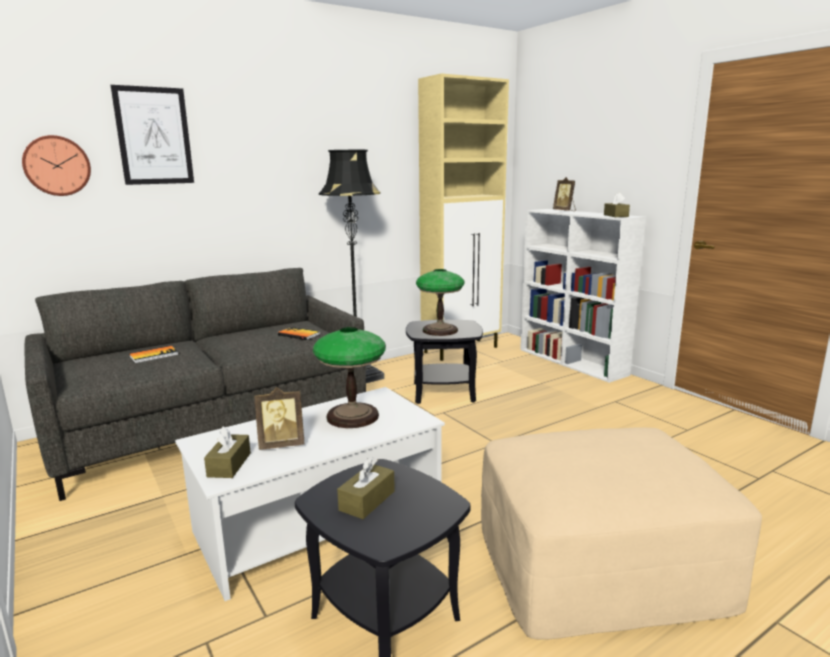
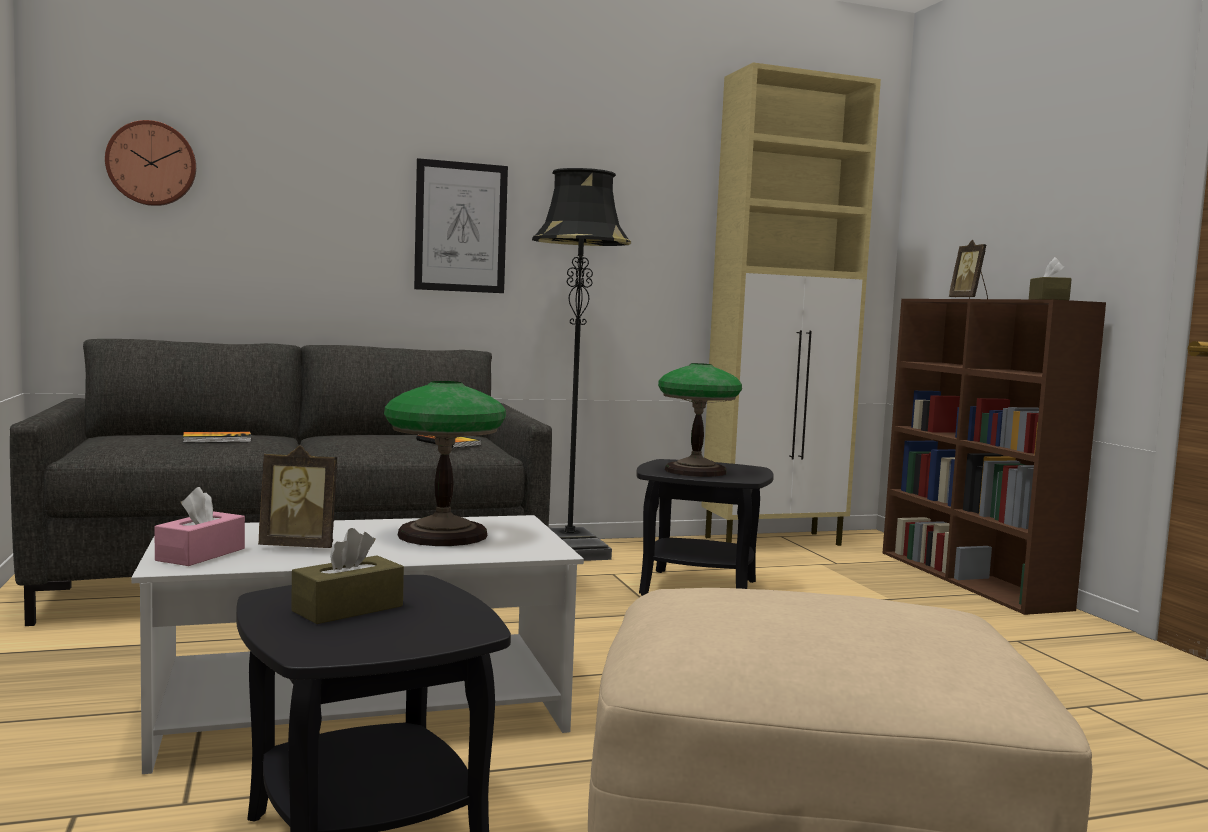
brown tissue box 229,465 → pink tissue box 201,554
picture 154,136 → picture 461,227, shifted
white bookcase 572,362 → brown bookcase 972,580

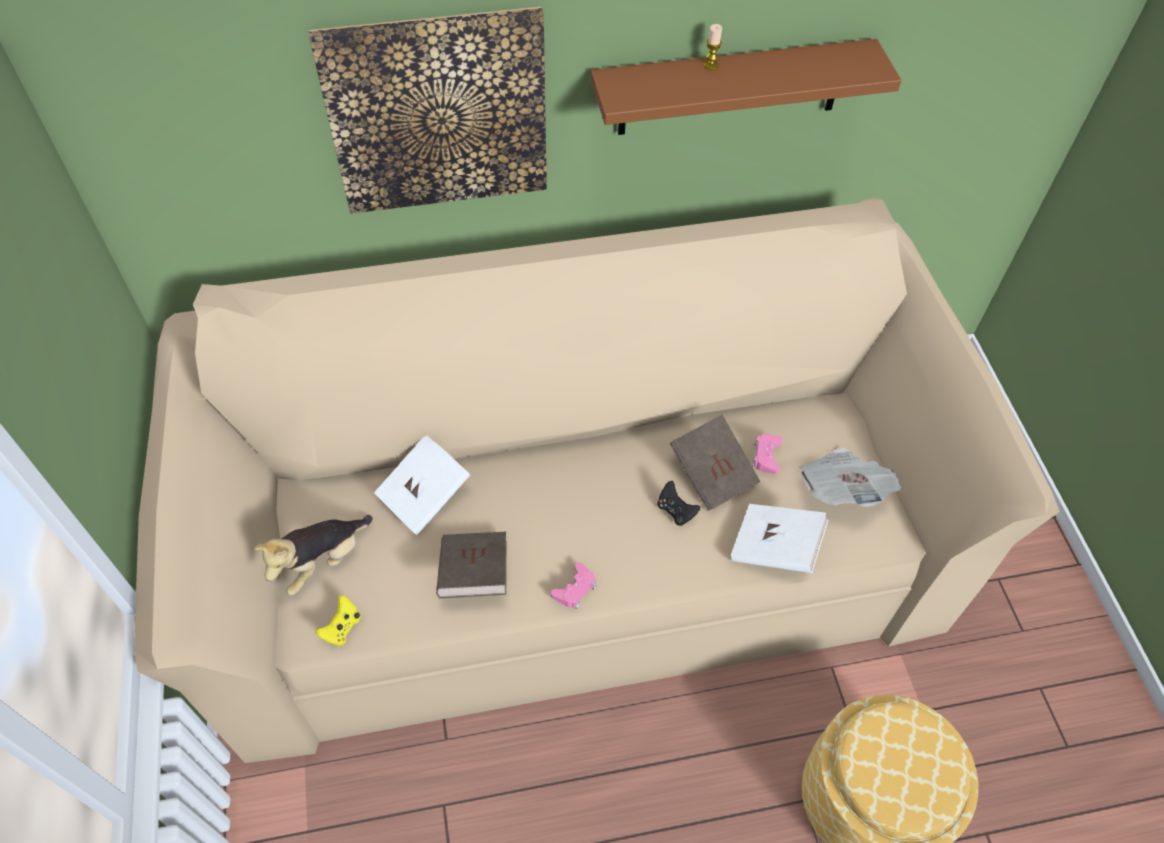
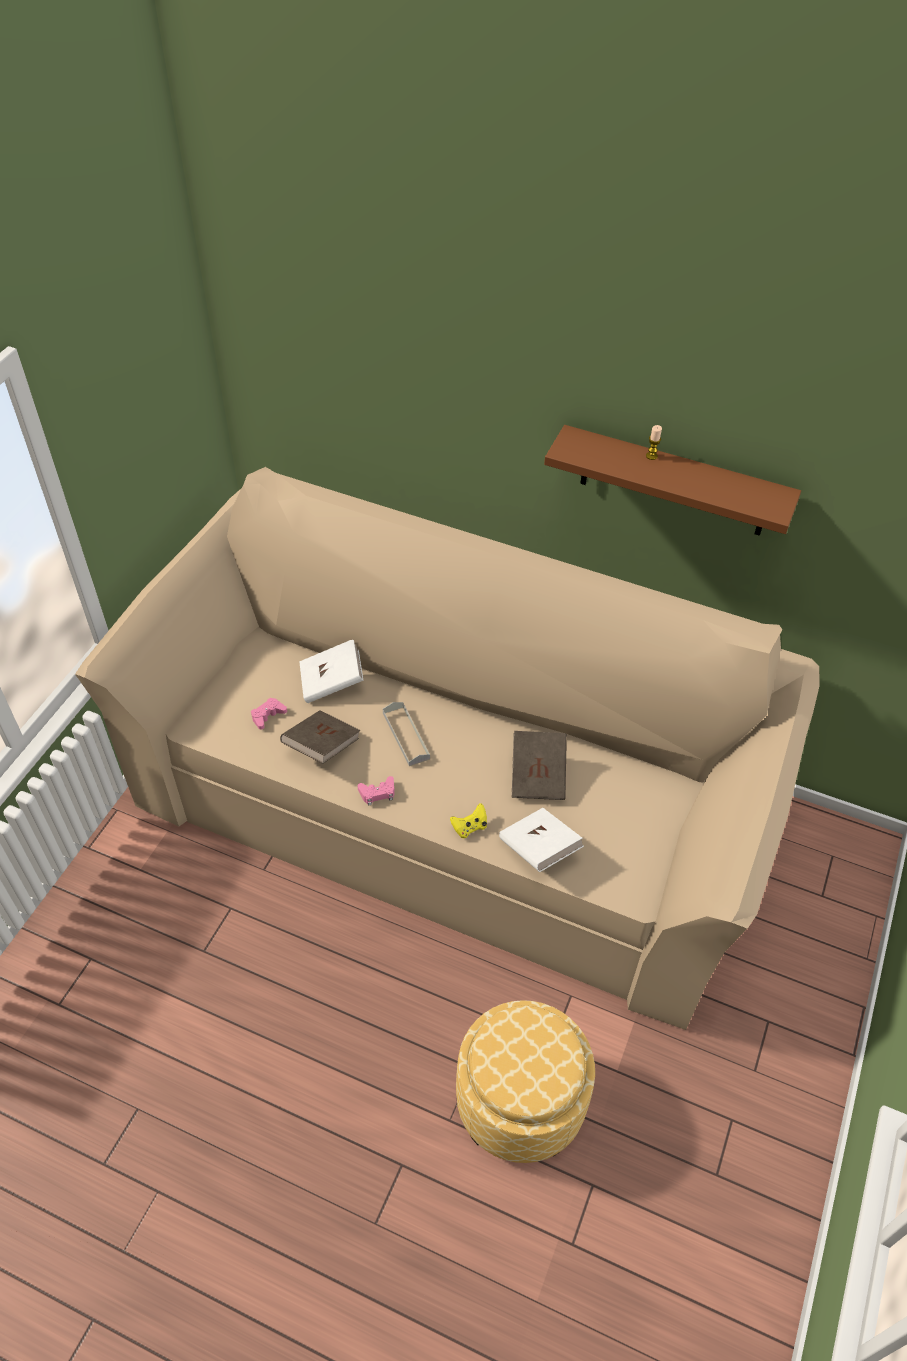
pink game controller 766,456 → pink game controller 268,715, shifted
- → grey tray 406,736
yellow game controller 342,628 → yellow game controller 469,827, shifted
plush toy 322,561 → -
picture 438,113 → -
black game controller 675,511 → -
newspaper 842,490 → -

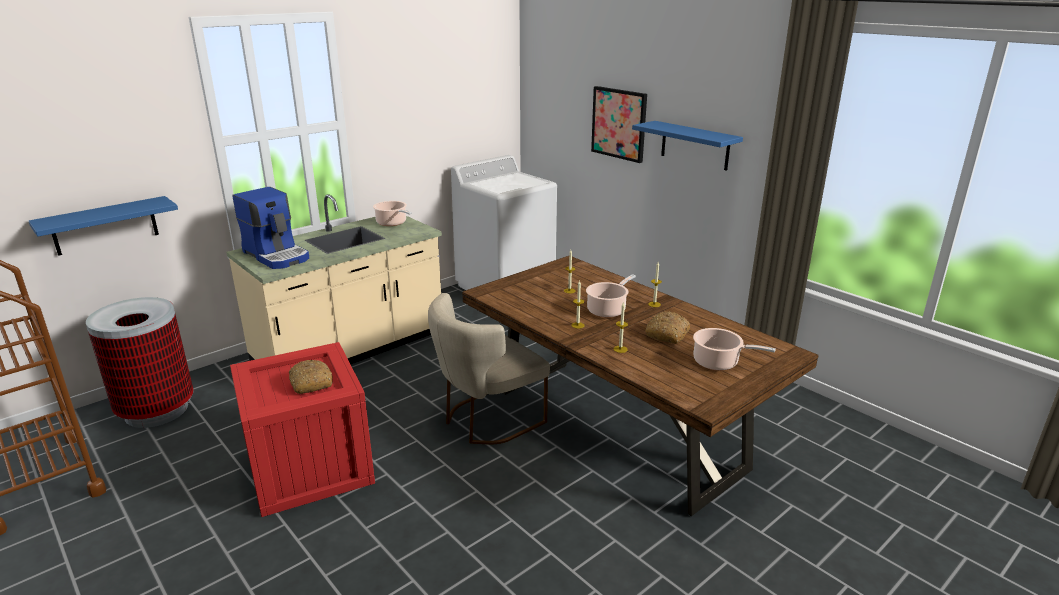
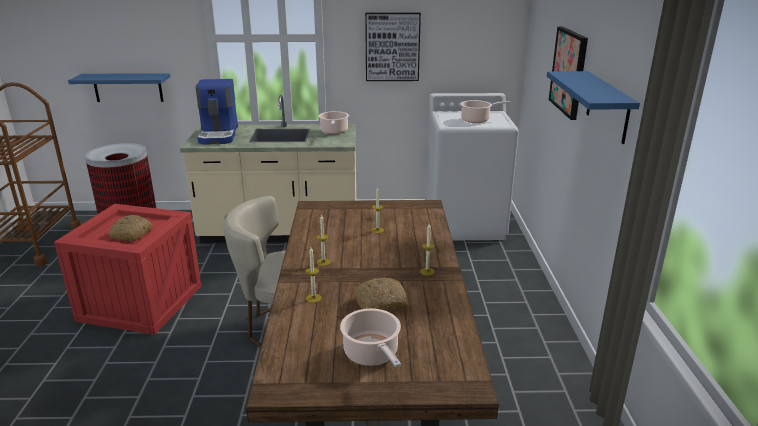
- → picture 392,47
cooking pot 608,310 → cooking pot 477,120, shifted

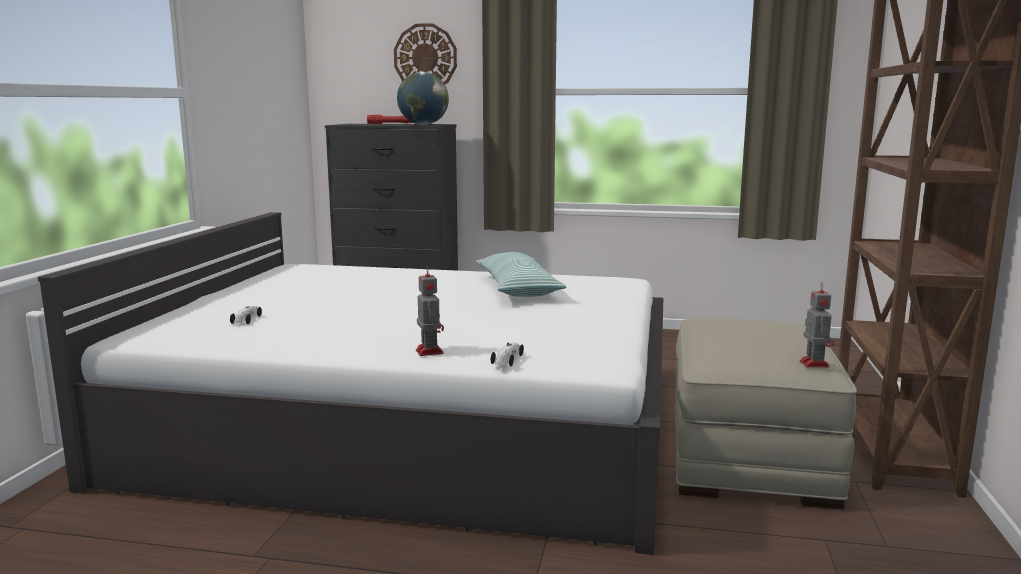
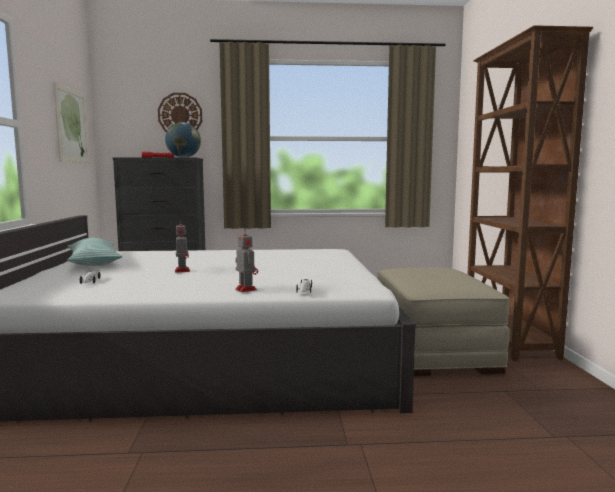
- → picture 72,125
pillow 517,288 → pillow 93,262, shifted
toy robot 813,363 → toy robot 182,270, shifted

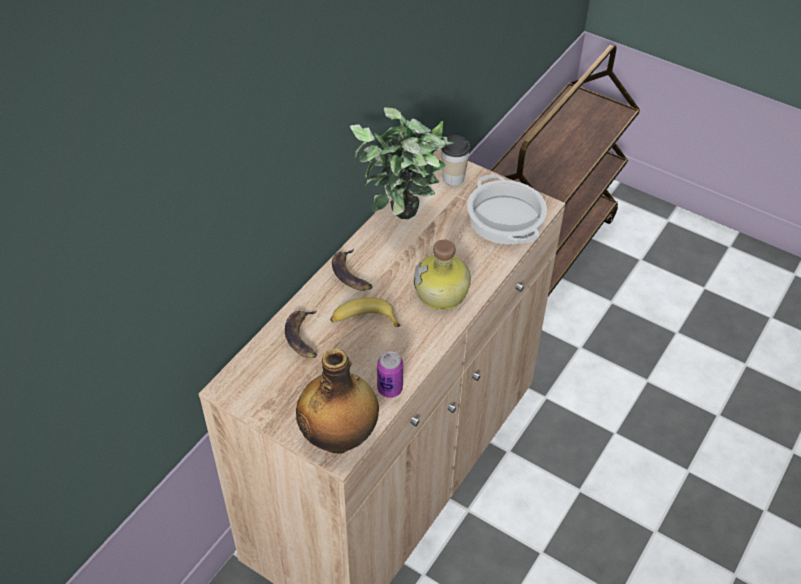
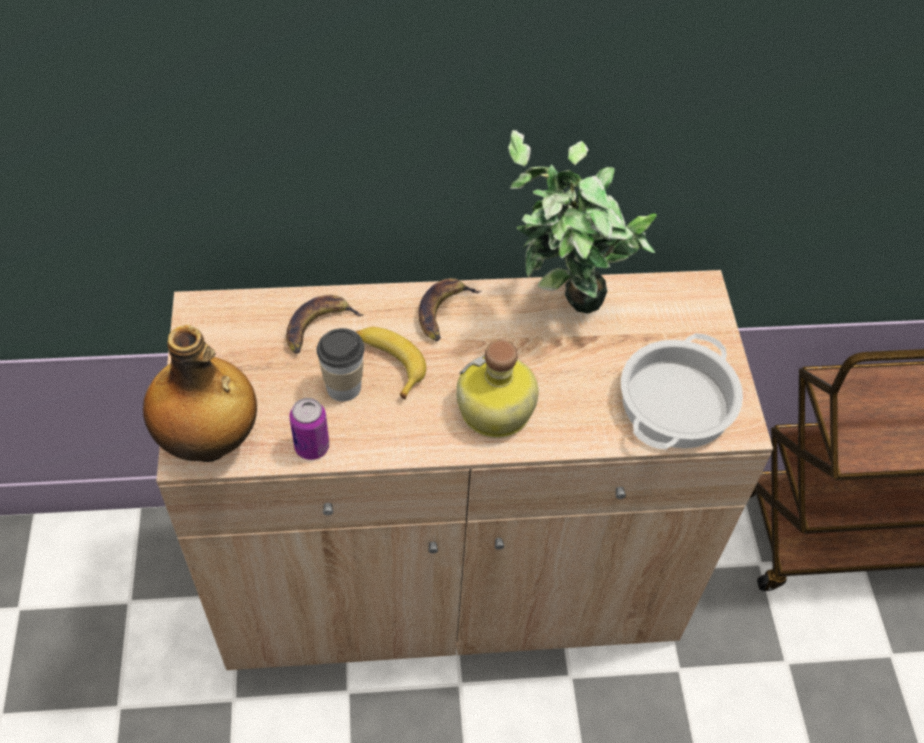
cup 453,177 → cup 343,387, shifted

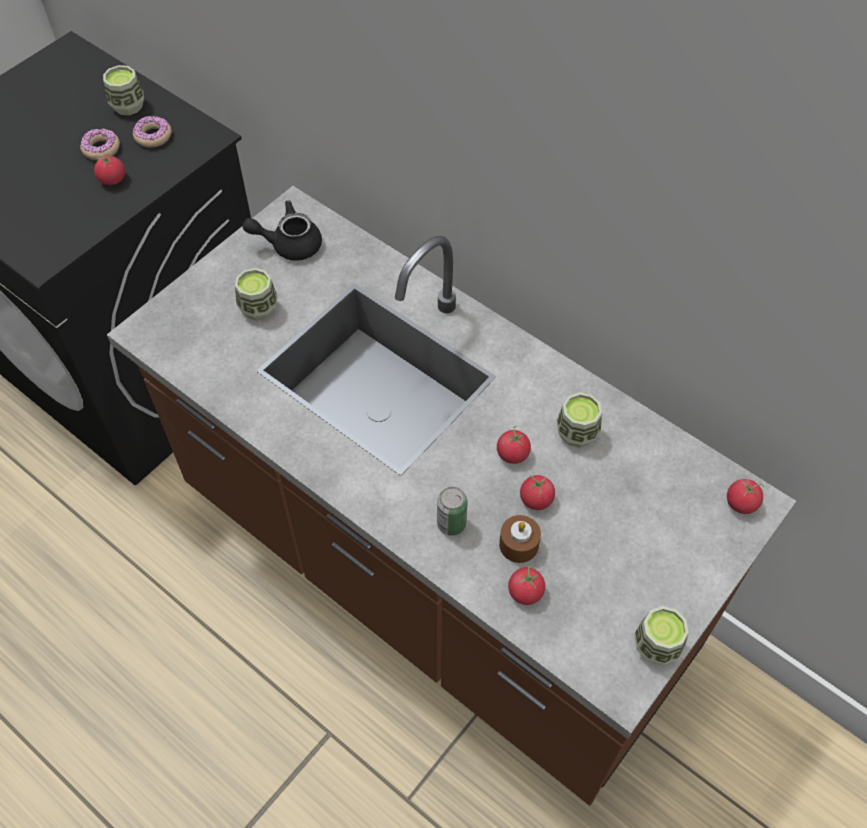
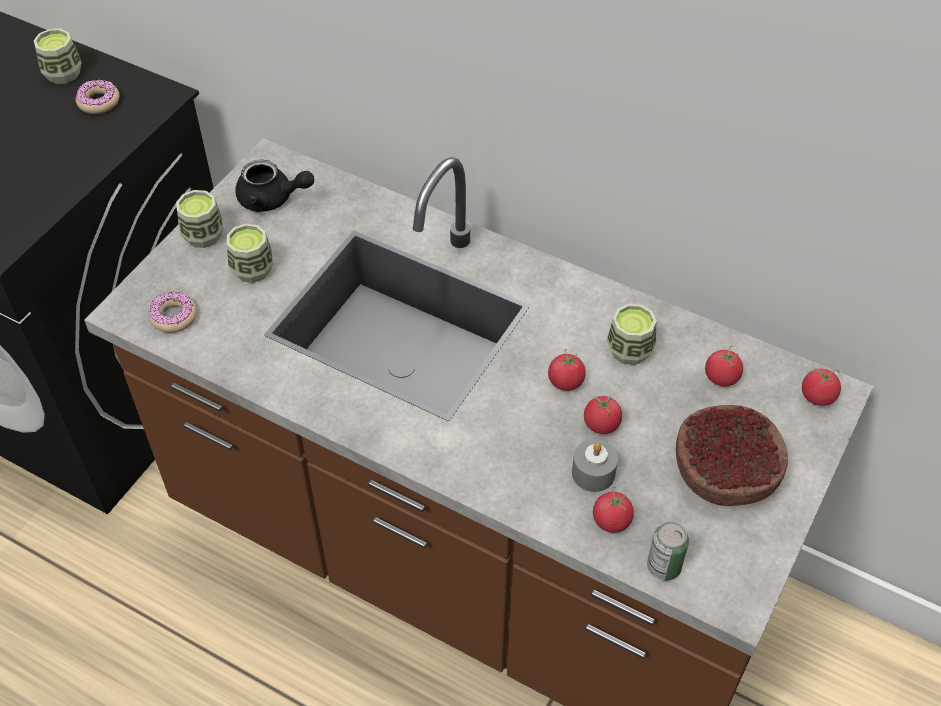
donut 101,149 → donut 174,317, shifted
cup 656,645 → cup 203,235, shifted
black teapot 289,244 → black teapot 272,199, 150 degrees counterclockwise
brown candle 518,544 → grey candle 593,473
can 451,524 → can 663,567, shifted
- → bowl 724,472
tomato 112,179 → tomato 721,377, shifted

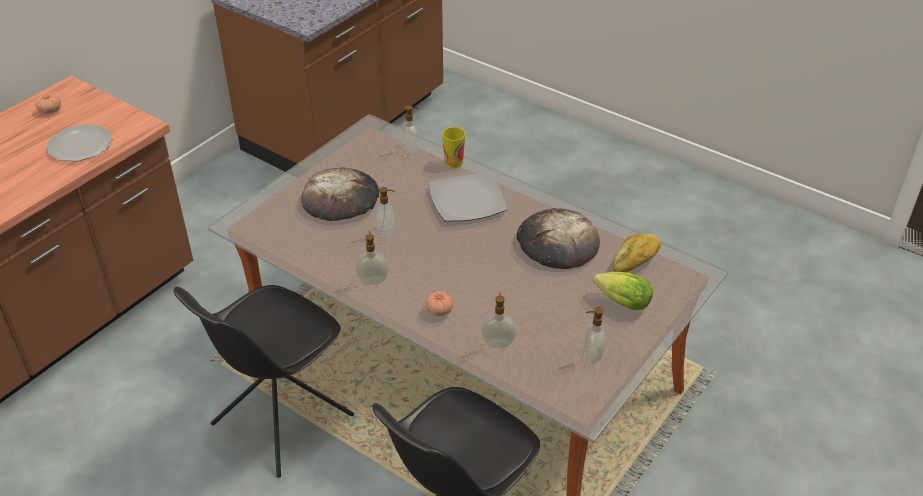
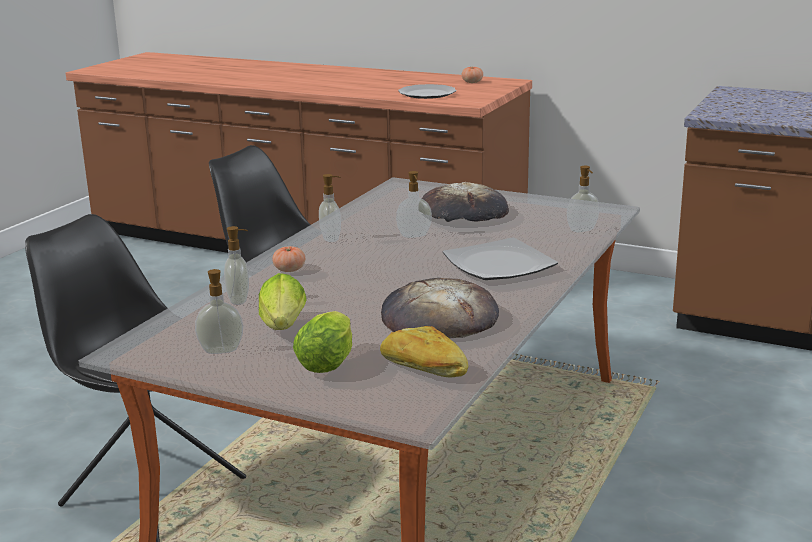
- → lettuce 283,329
cup 454,162 → -

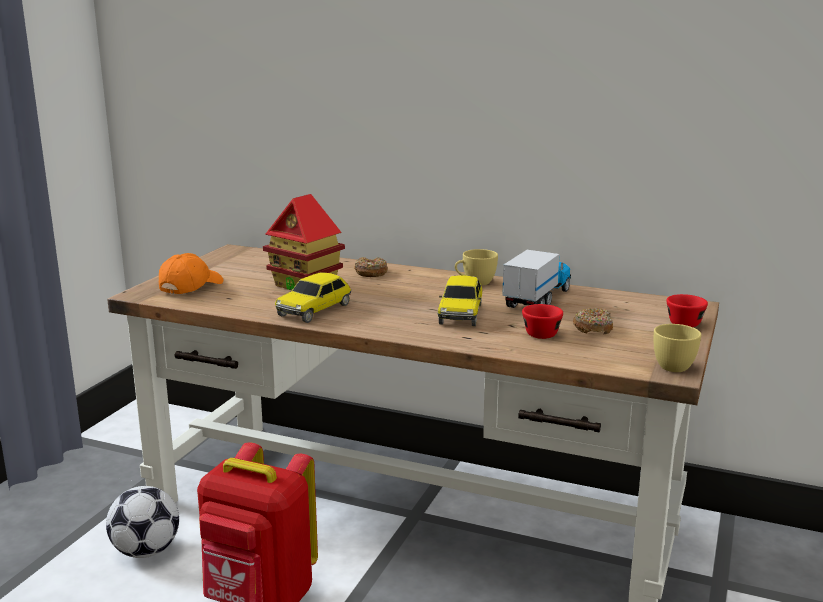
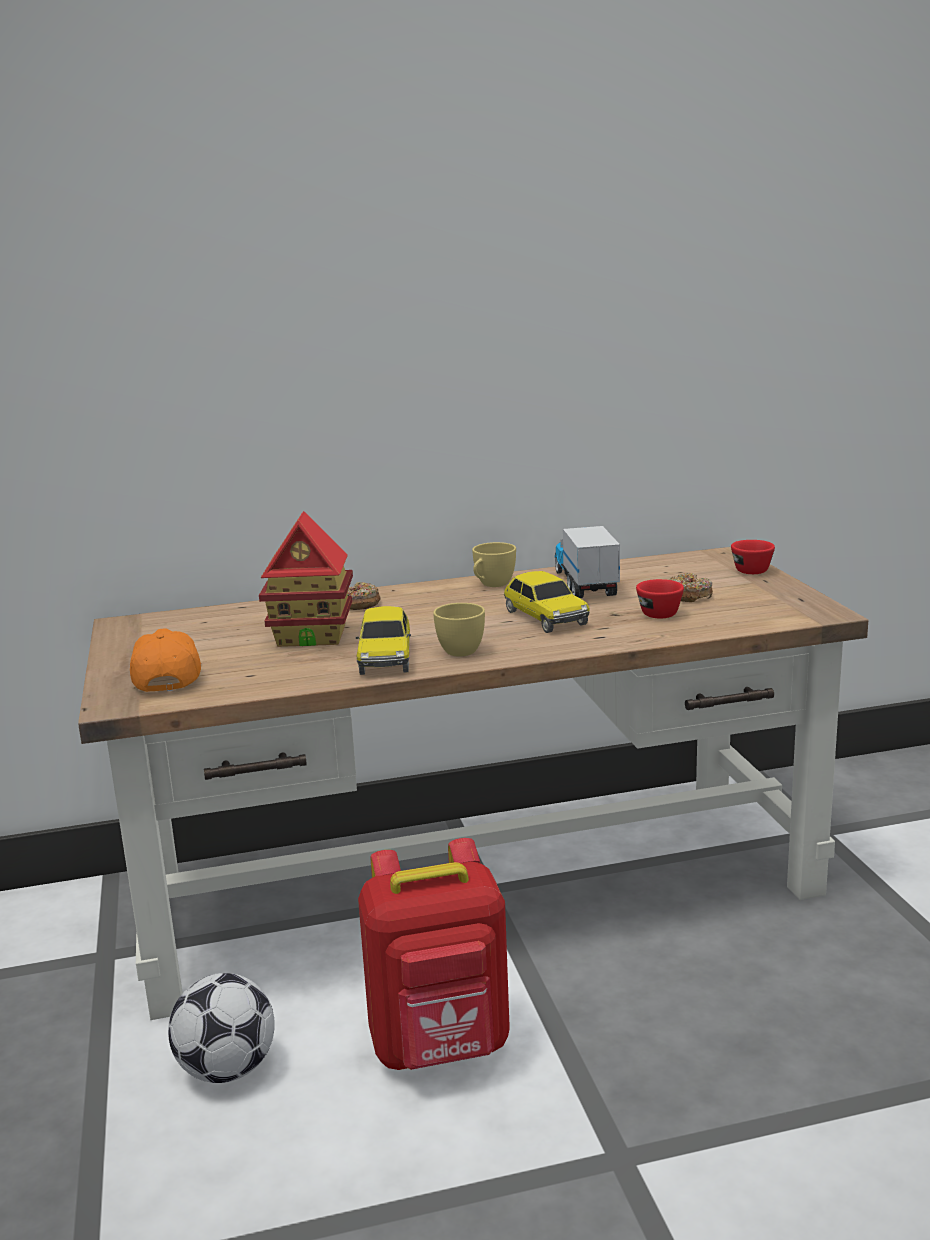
yellow cup 675,365 → yellow cup 460,649, shifted

